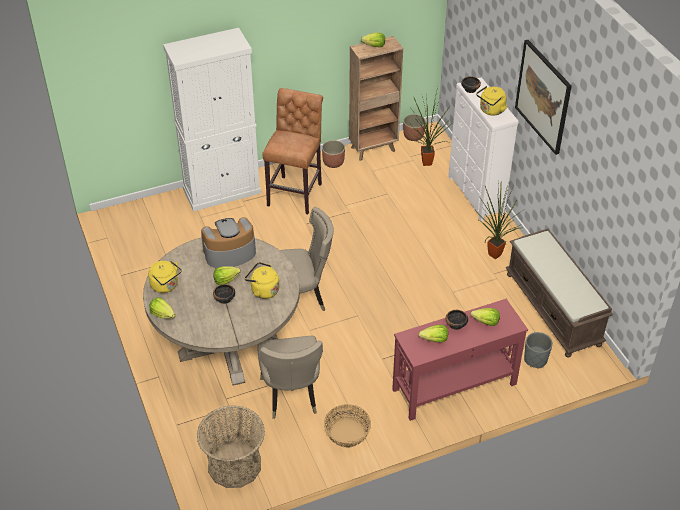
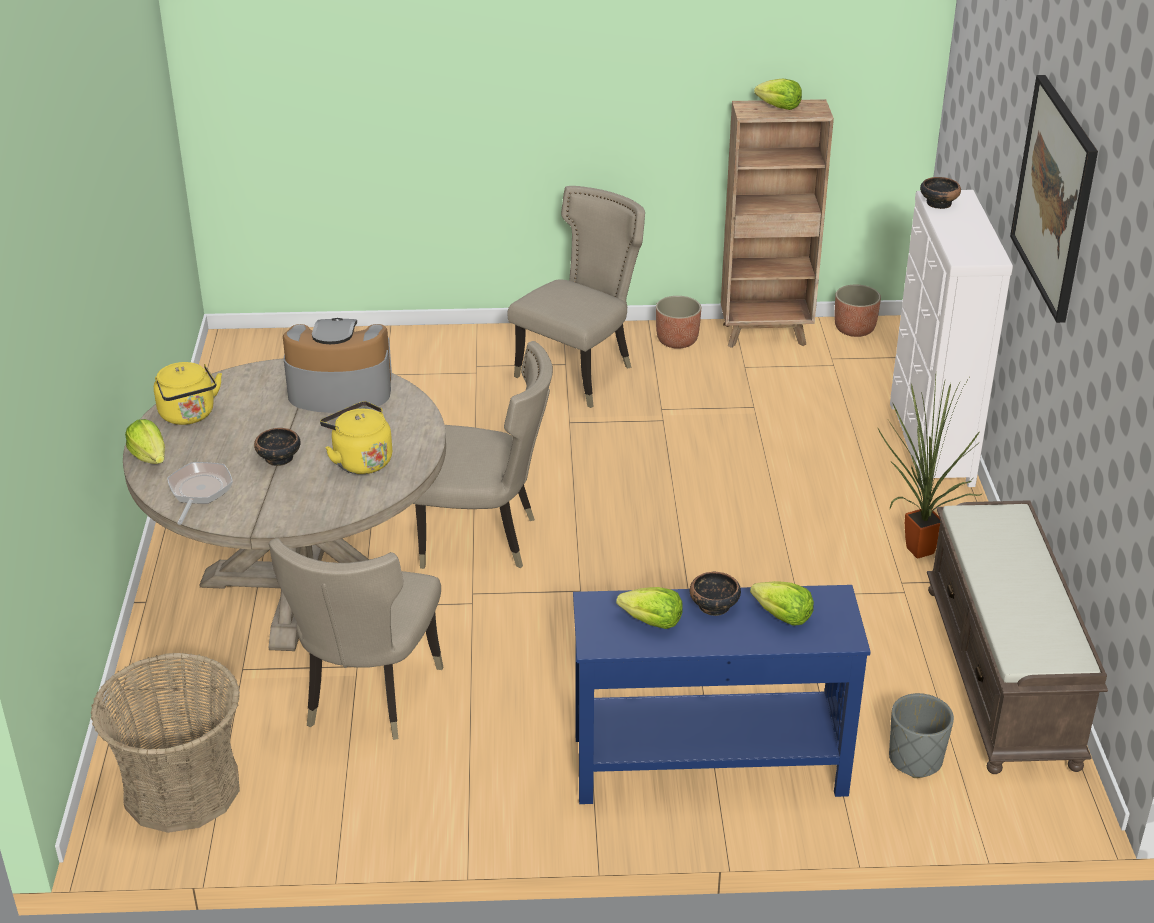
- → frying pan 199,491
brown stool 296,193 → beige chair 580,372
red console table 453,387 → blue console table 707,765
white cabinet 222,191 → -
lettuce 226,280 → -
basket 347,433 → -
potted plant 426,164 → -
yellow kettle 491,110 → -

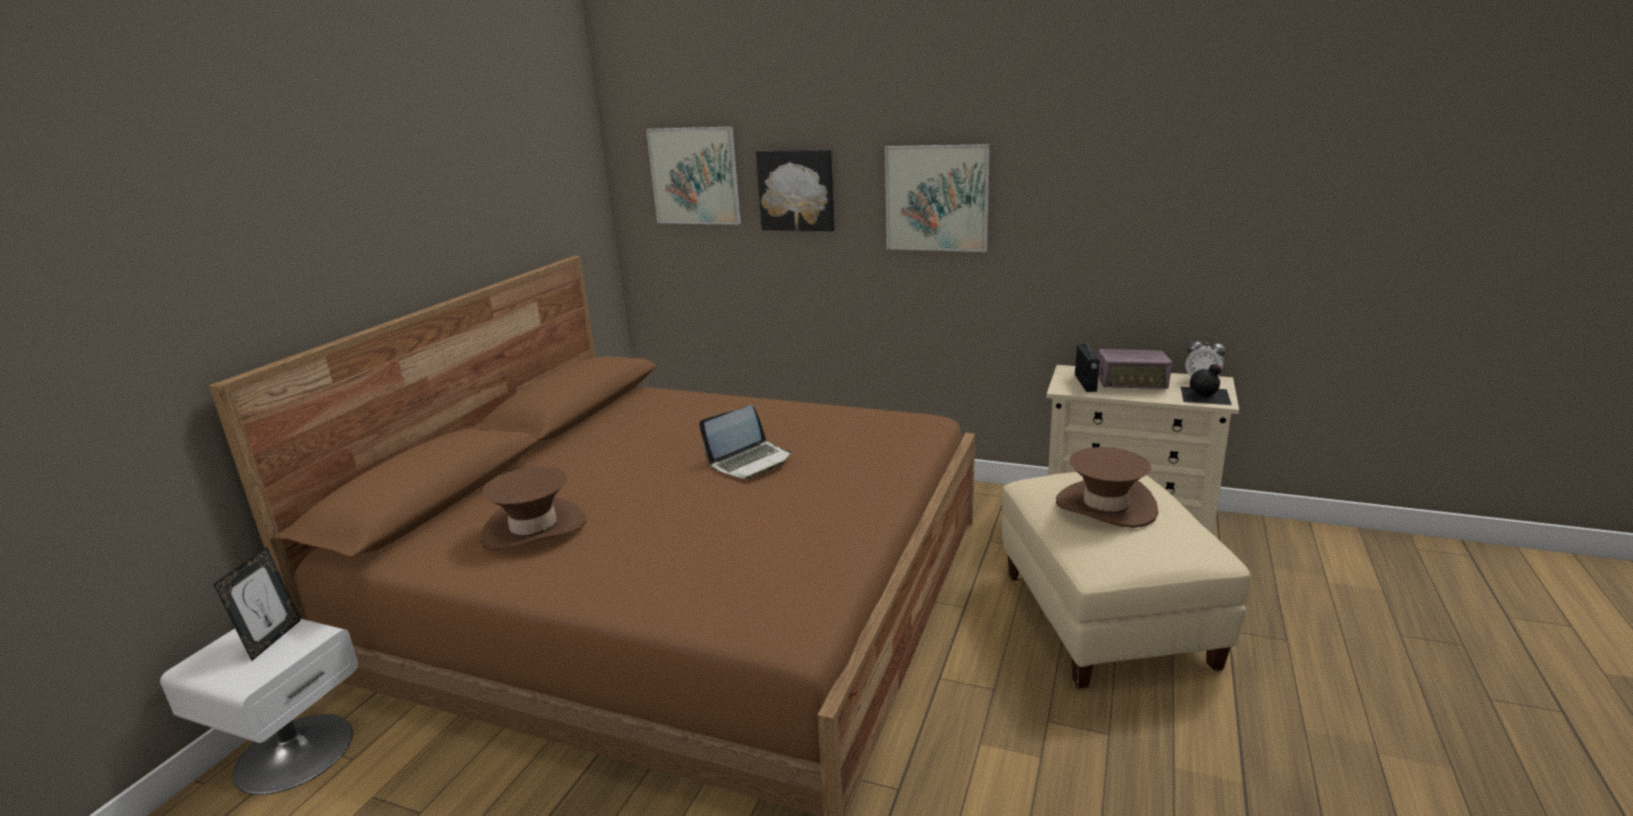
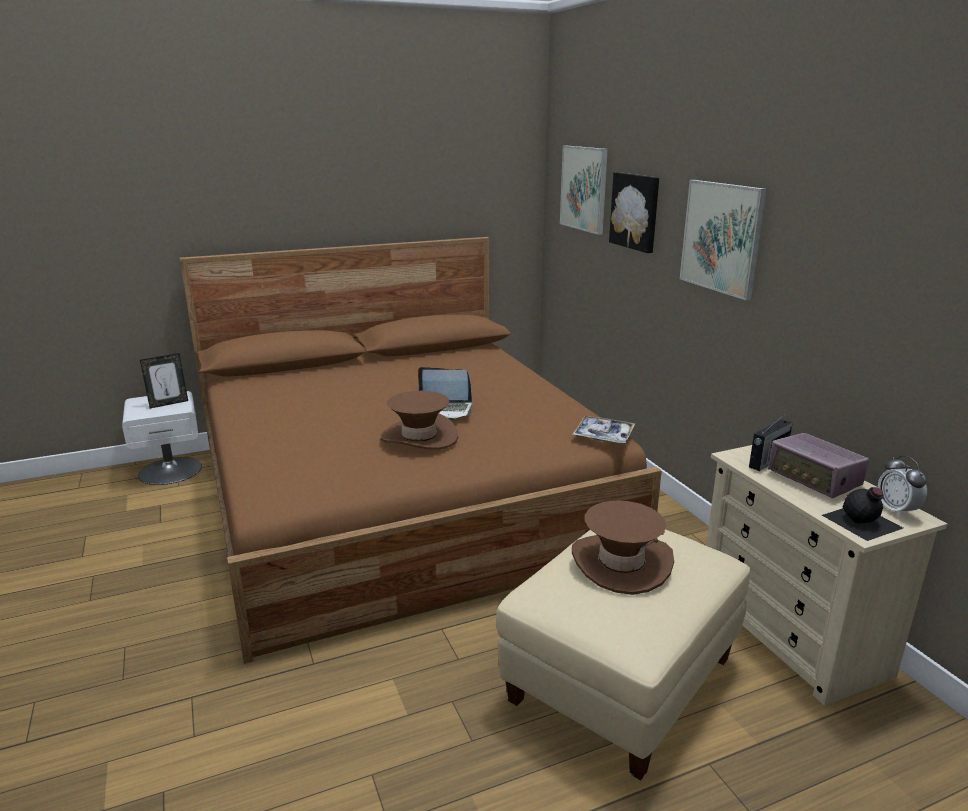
brown hat 534,529 → brown hat 419,437, shifted
- → tray 603,436

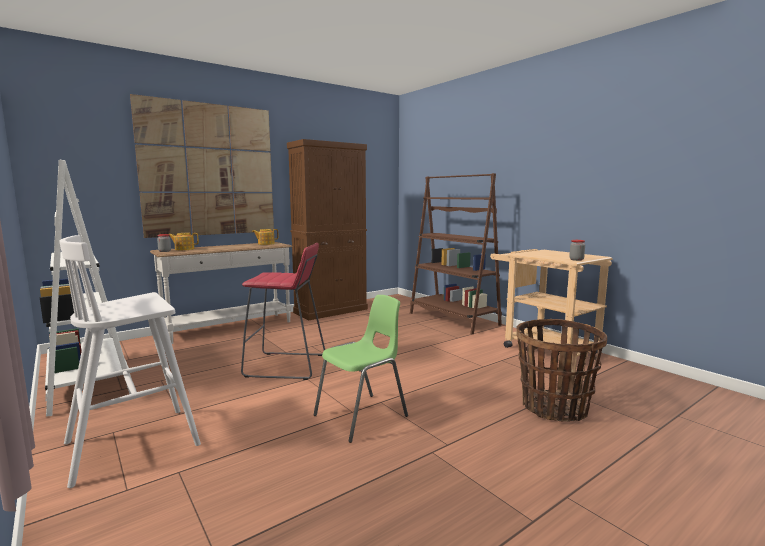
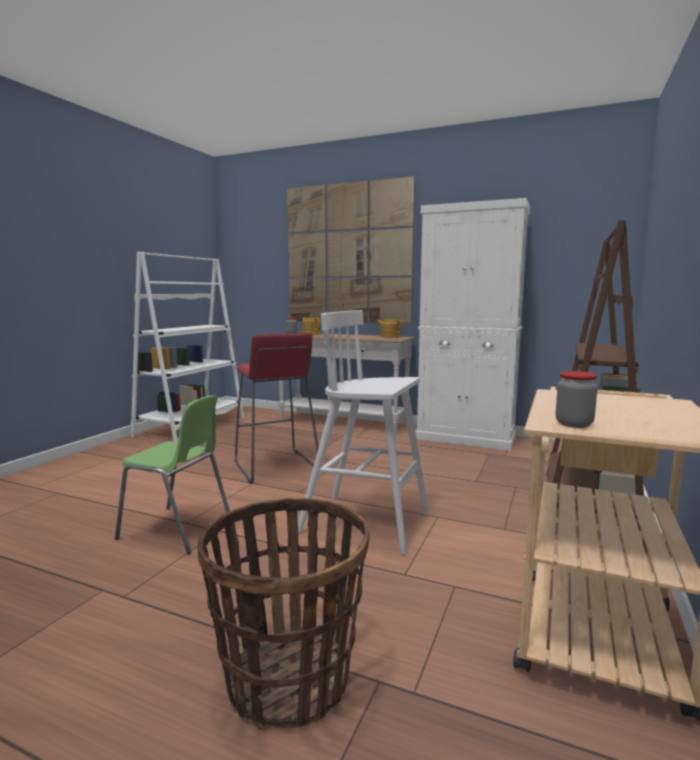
white stool 135,443 → white stool 367,523, shifted
brown cabinet 331,311 → white cabinet 466,438

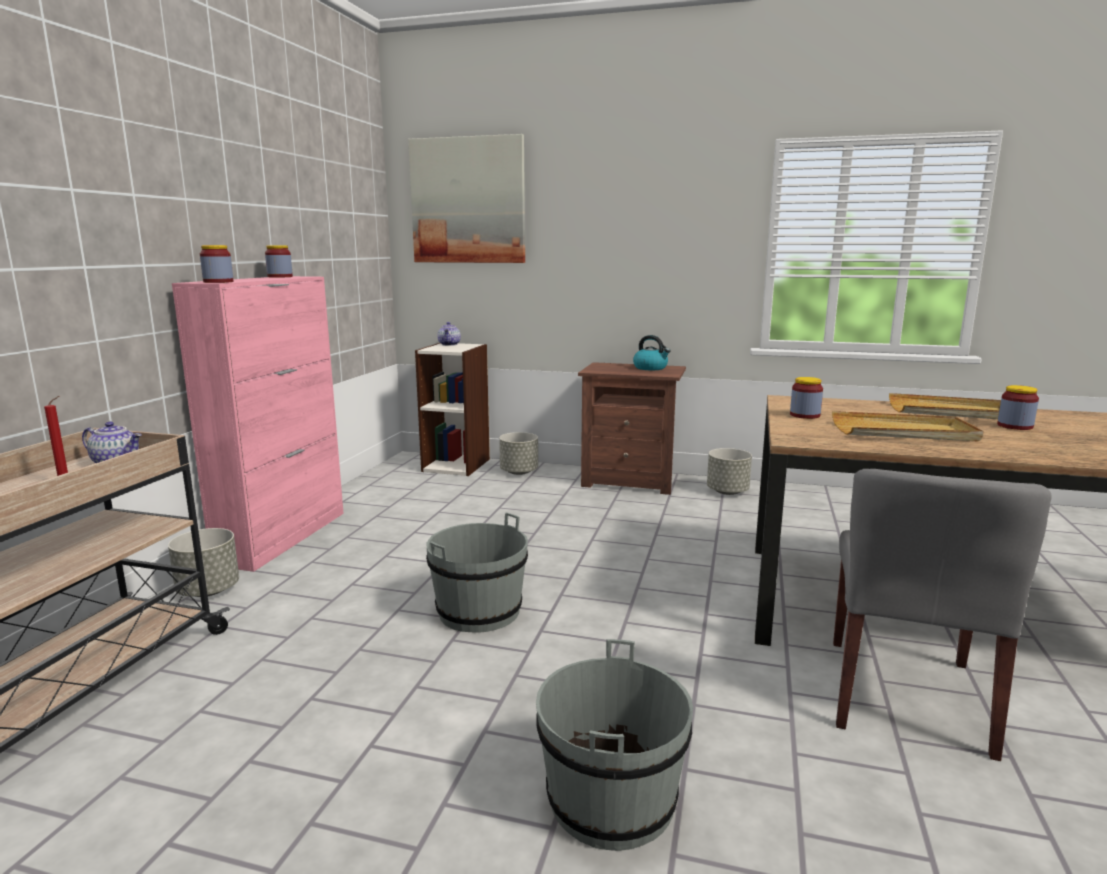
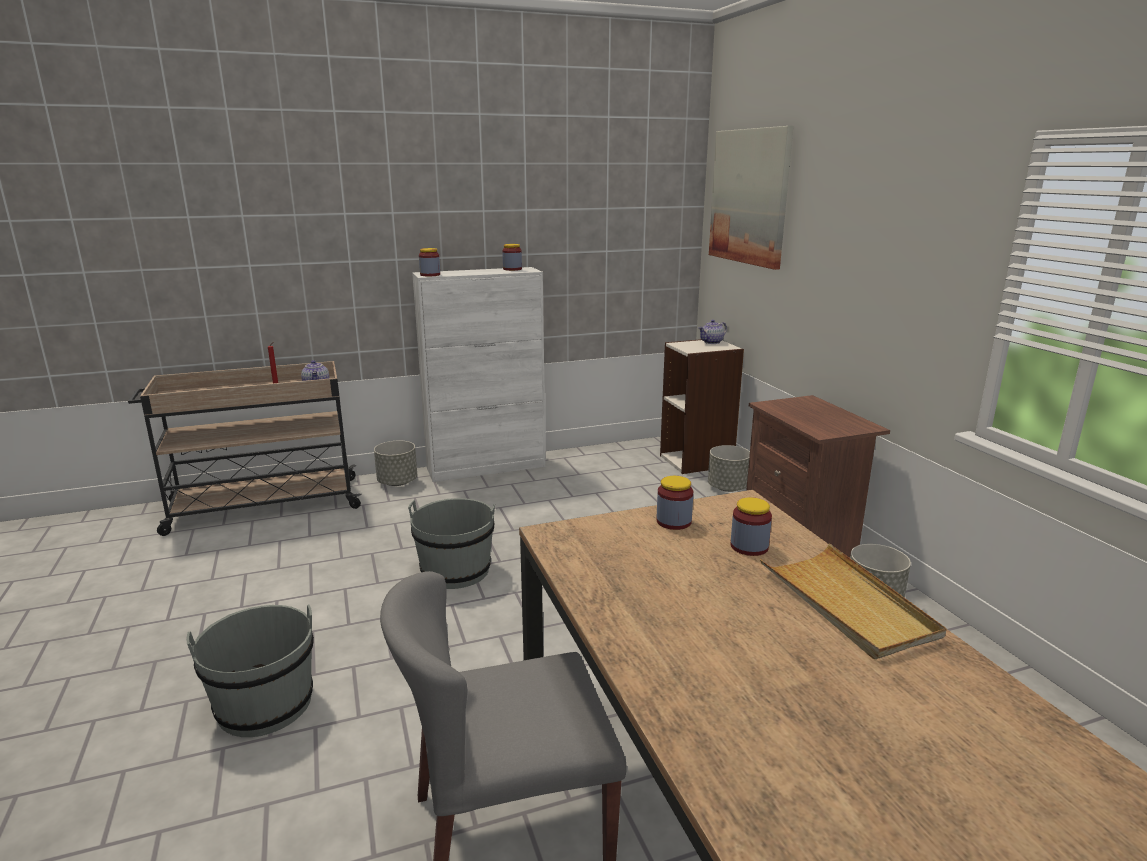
pink cabinet 283,537 → white cabinet 487,467
jar 1015,426 → jar 749,546, shifted
kettle 651,368 → -
beige tray 903,432 → -

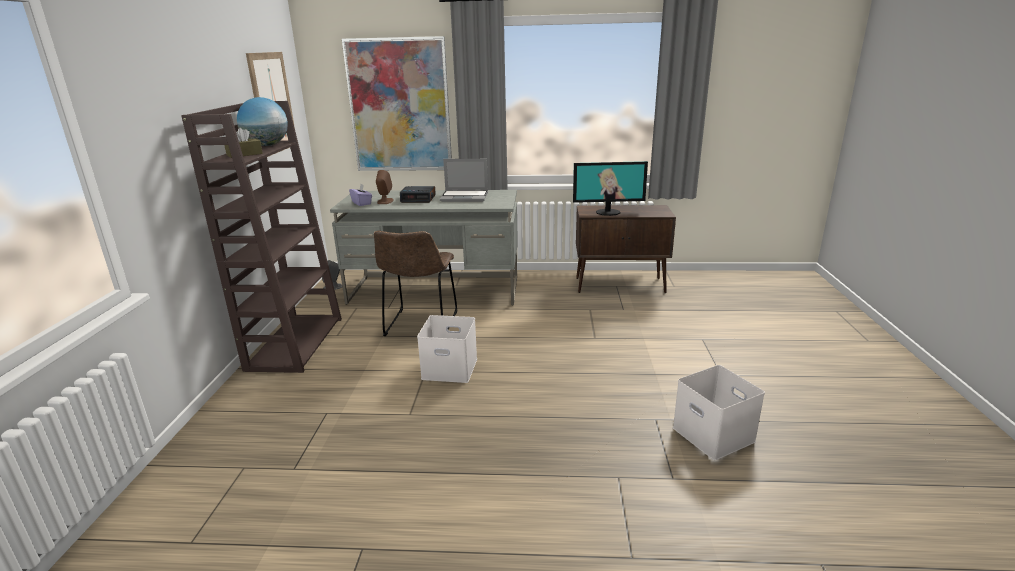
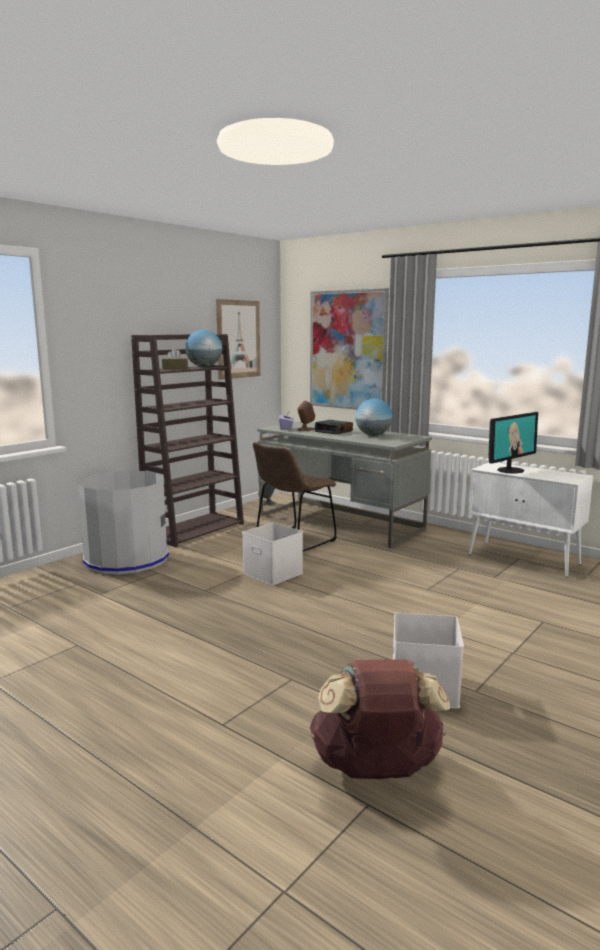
- → grey trash can 126,559
- → brown backpack 376,770
laptop 465,197 → globe 373,435
brown cabinet 620,285 → white cabinet 524,559
monitor 608,212 → monitor 510,470, 75 degrees counterclockwise

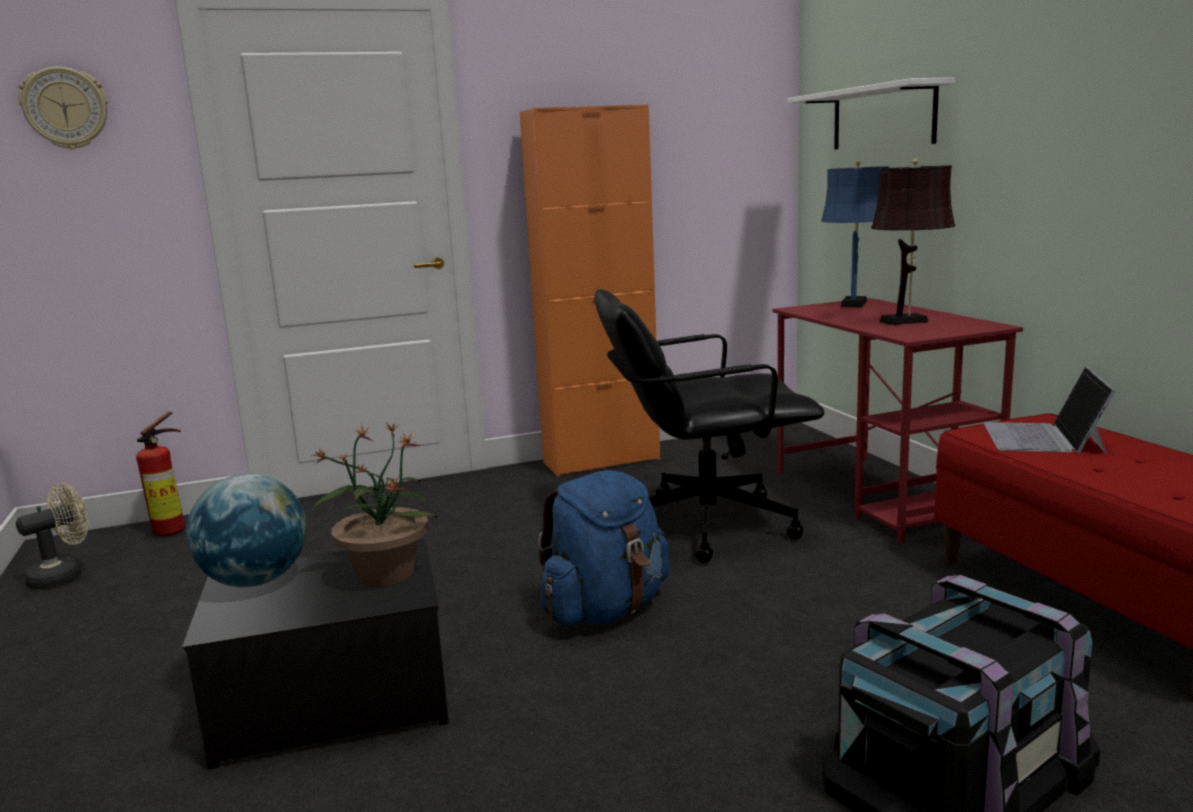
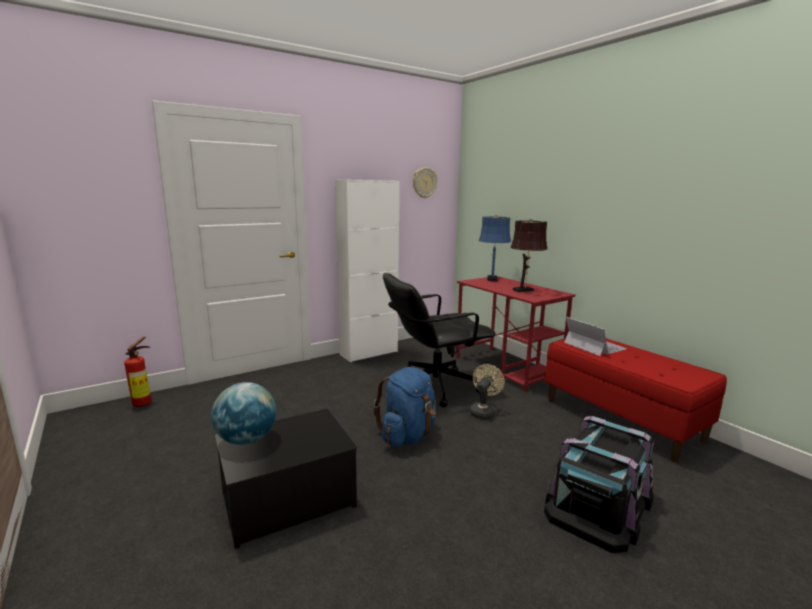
orange cabinet 601,461 → white cabinet 368,353
wall clock 65,108 → wall clock 424,183, shifted
beige fan 64,576 → beige fan 483,411, shifted
laptop 1044,438 → laptop 594,345, 150 degrees clockwise
potted plant 385,573 → -
white shelf 882,117 → -

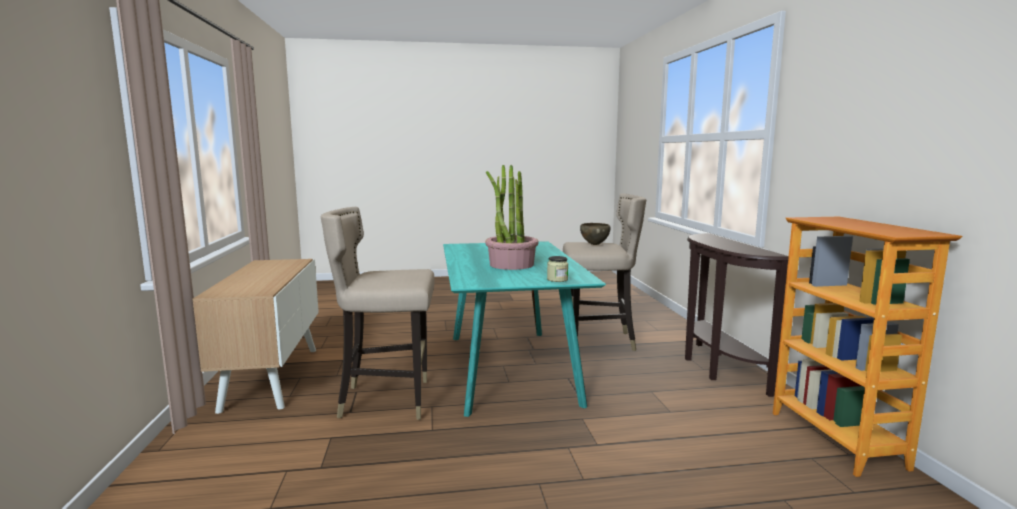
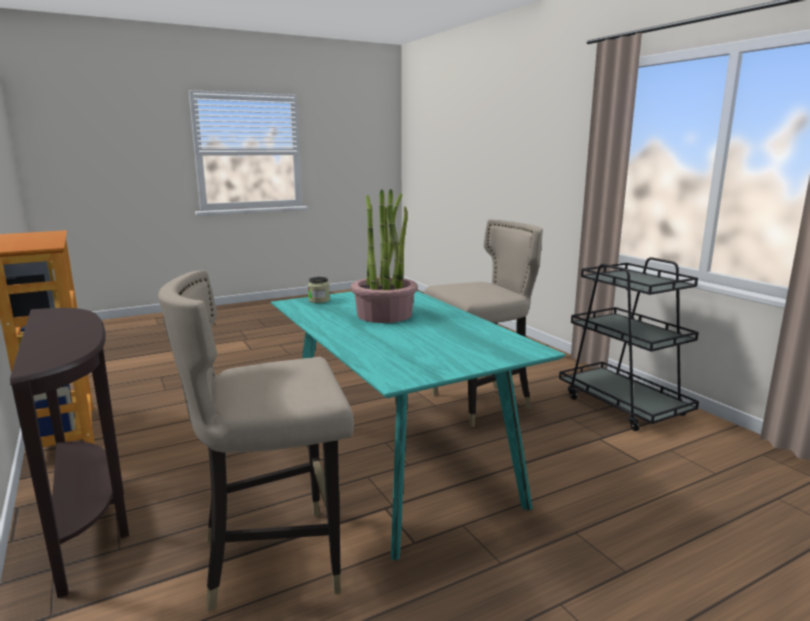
cabinet 271,377 → black cart 623,405
brown bowl 594,244 → -

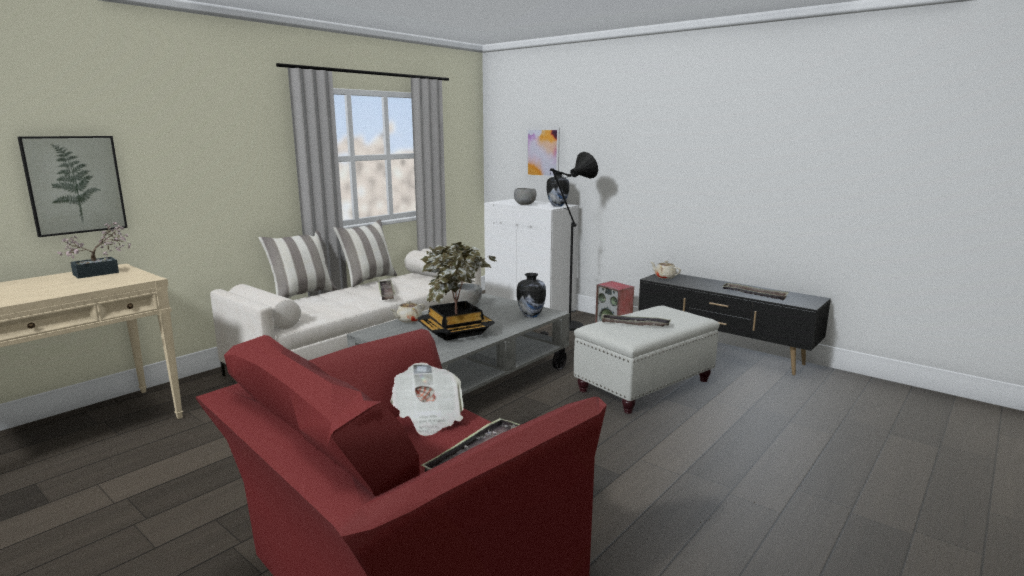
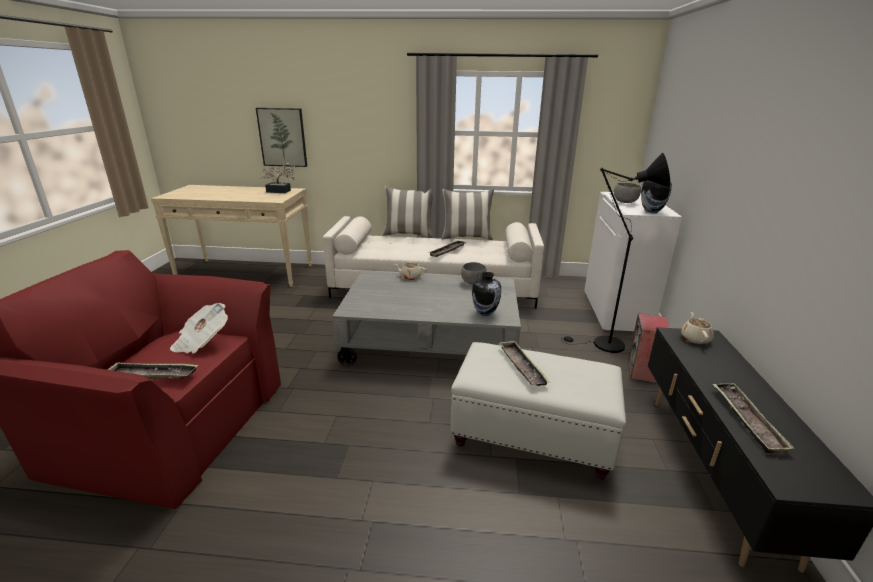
potted plant 456,331 → -
picture 542,152 → -

